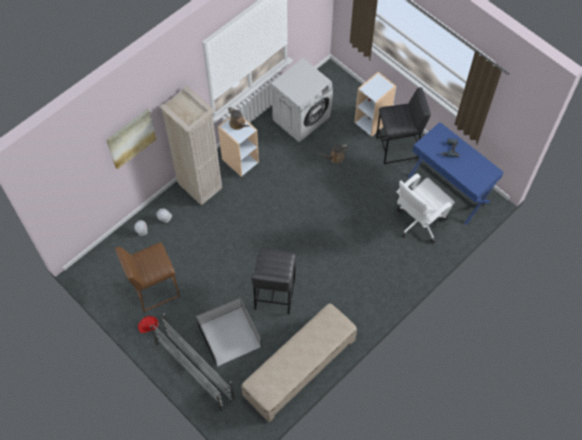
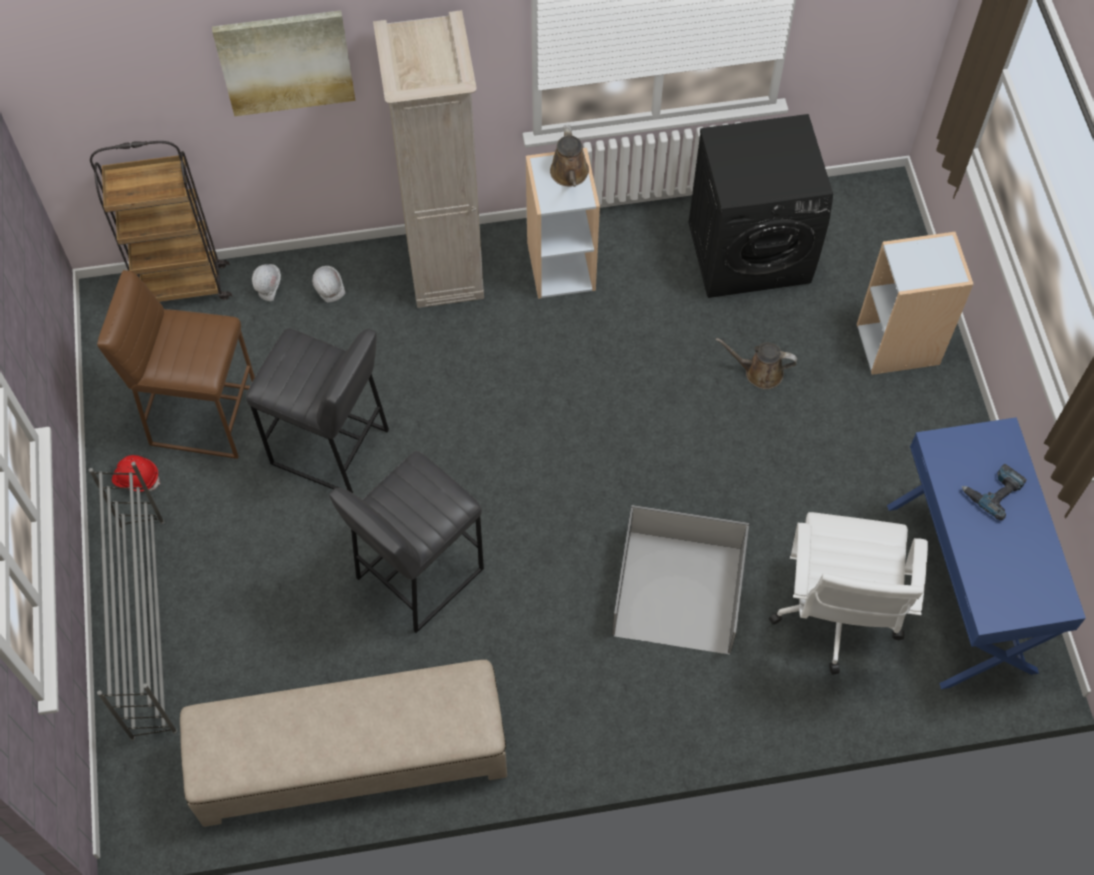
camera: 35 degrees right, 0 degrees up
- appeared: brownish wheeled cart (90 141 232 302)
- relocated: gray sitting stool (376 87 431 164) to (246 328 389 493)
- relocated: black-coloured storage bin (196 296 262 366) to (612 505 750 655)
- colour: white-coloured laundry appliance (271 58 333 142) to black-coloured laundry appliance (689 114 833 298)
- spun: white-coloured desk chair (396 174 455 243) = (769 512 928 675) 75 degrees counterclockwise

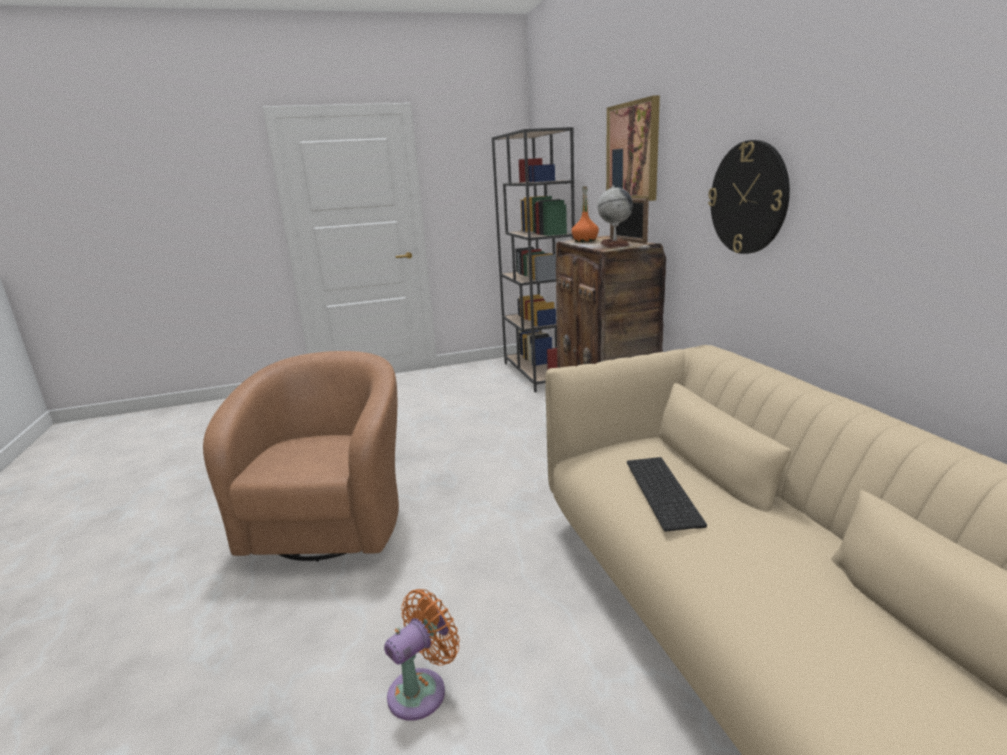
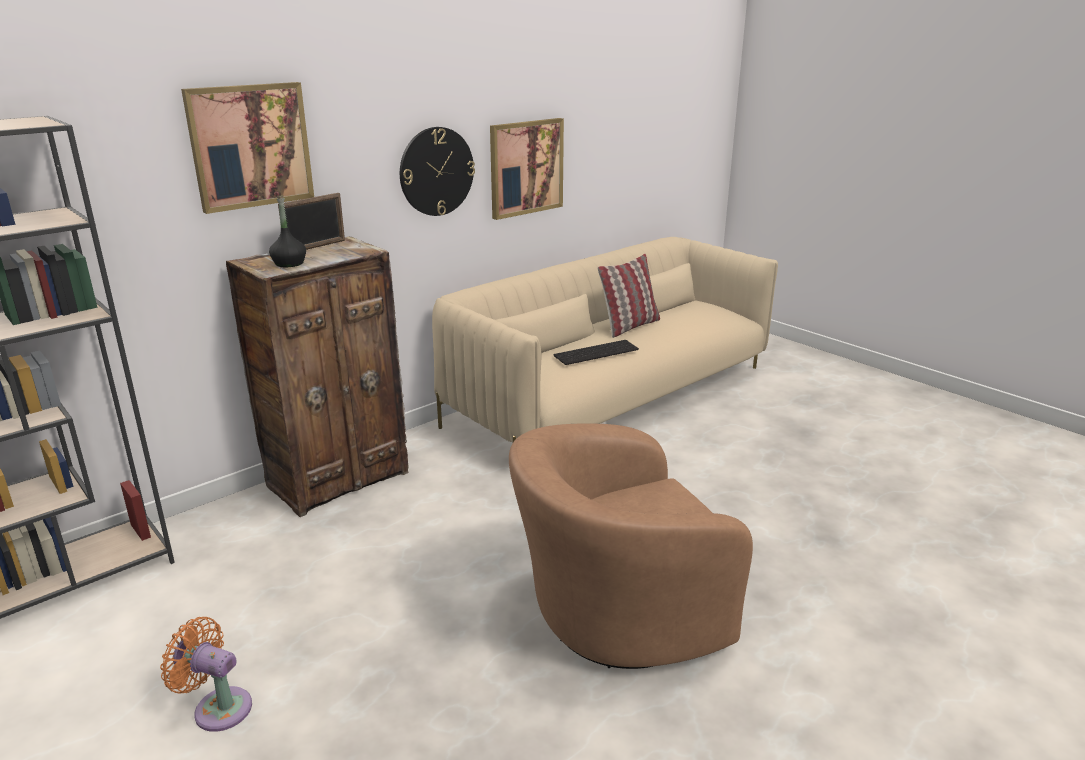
camera: 115 degrees left, 5 degrees up
- relocated: orange-coloured fan (384 589 460 721) to (160 617 252 732)
- colour: orange-coloured bottle (571 187 599 242) to black-coloured bottle (269 195 306 267)
- appeared: wall picture (490 118 564 220)
- appeared: pillow (598 254 660 338)
- missing: world globe (598 185 633 248)

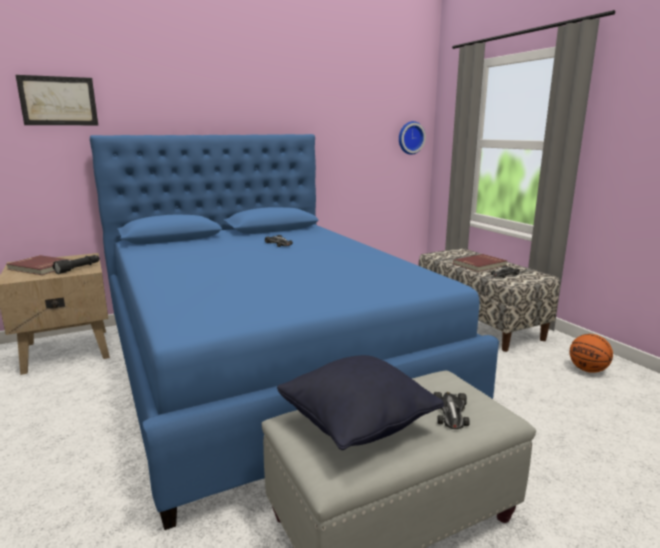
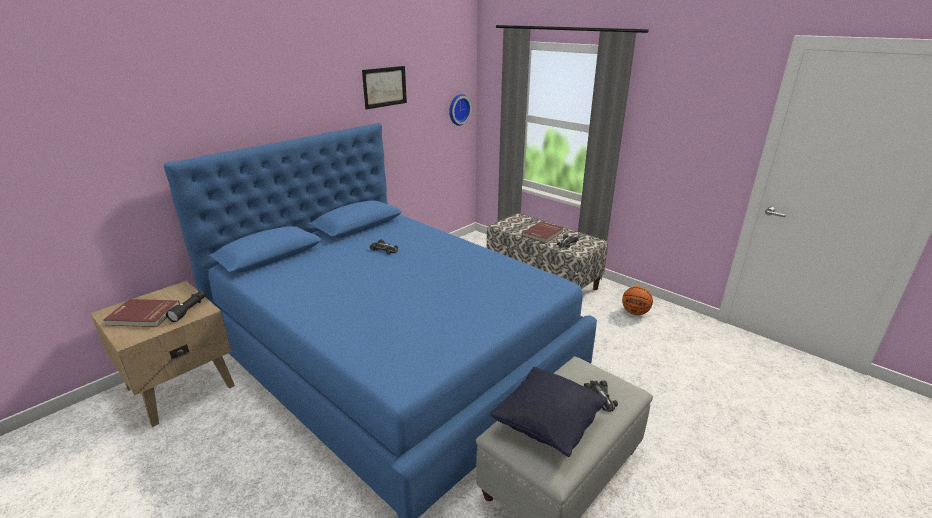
camera: 20 degrees left, 10 degrees up
- relocated: wall picture (16 75 98 125) to (362 66 407 109)

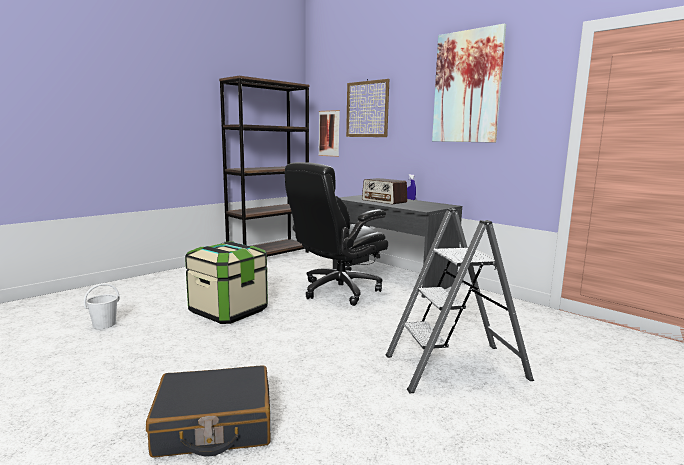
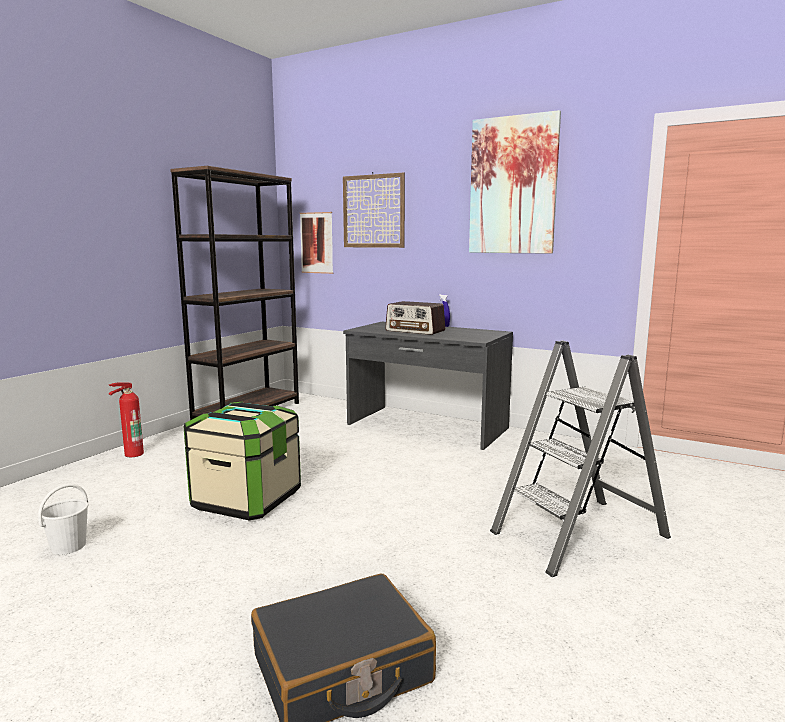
camera: 15 degrees left, 0 degrees up
- appeared: fire-fighting cylinder (109 383 144 457)
- missing: black-coloured desk chair (285 162 388 306)

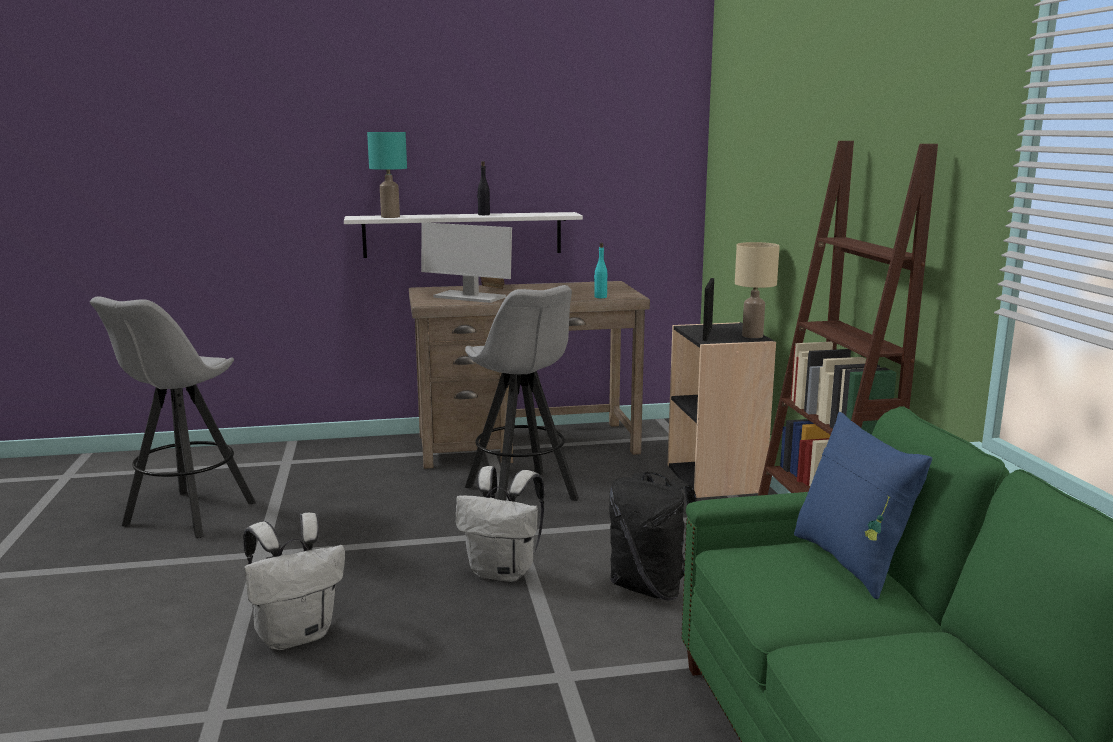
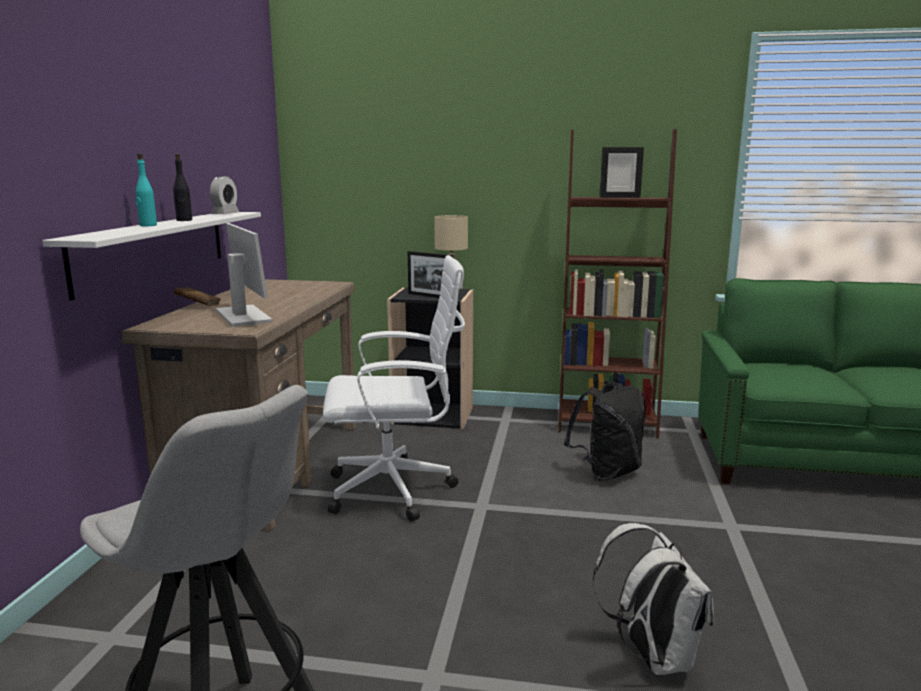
camera: 70 degrees left, 0 degrees up
- relocated: turquoise-coloured bottle (594 243 607 298) to (136 153 157 226)
- appeared: table clock (210 176 239 214)
- spun: computer display (421 222 512 303) = (216 223 273 327) 75 degrees counterclockwise
- exchanged: gray sitting stool (465 285 579 501) to white-coloured desk chair (323 255 465 522)
- appeared: picture frame (599 147 644 198)
- missing: turquoise-coloured table lamp (367 132 407 218)
- missing: white-coloured knapsack (456 466 545 582)
- missing: bluish pillow (794 412 932 599)

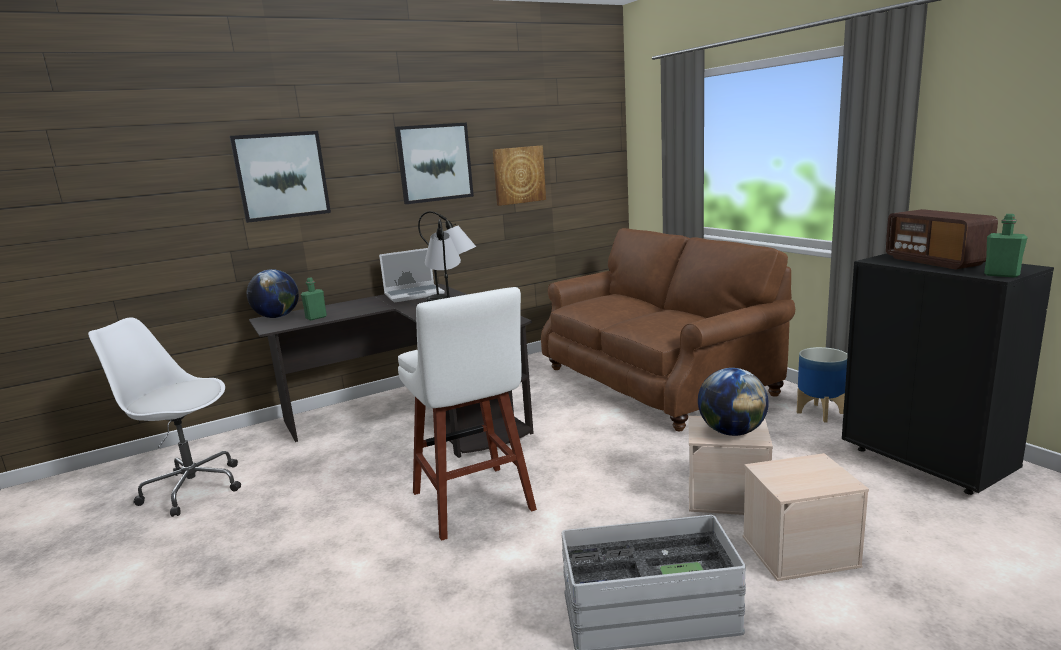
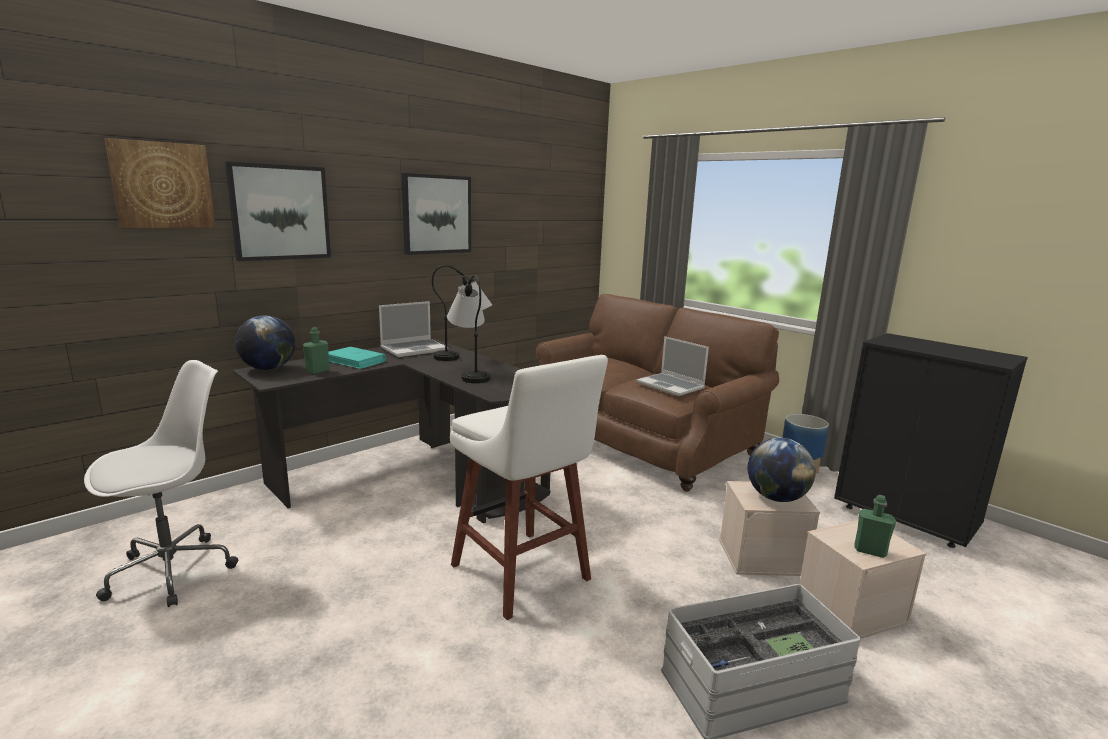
camera: 15 degrees left, 0 degrees up
- spun: white-coloured desk chair (88 317 241 517) = (84 360 238 607) 135 degrees clockwise
- relocated: wall picture (493 145 546 206) to (104 138 216 229)
- appeared: turquoise-coloured book (329 347 386 369)
- appeared: notebook computer (637 336 709 396)
- relocated: green bottle (984 214 1028 277) to (855 495 896 558)
- missing: radio receiver (886 209 998 269)

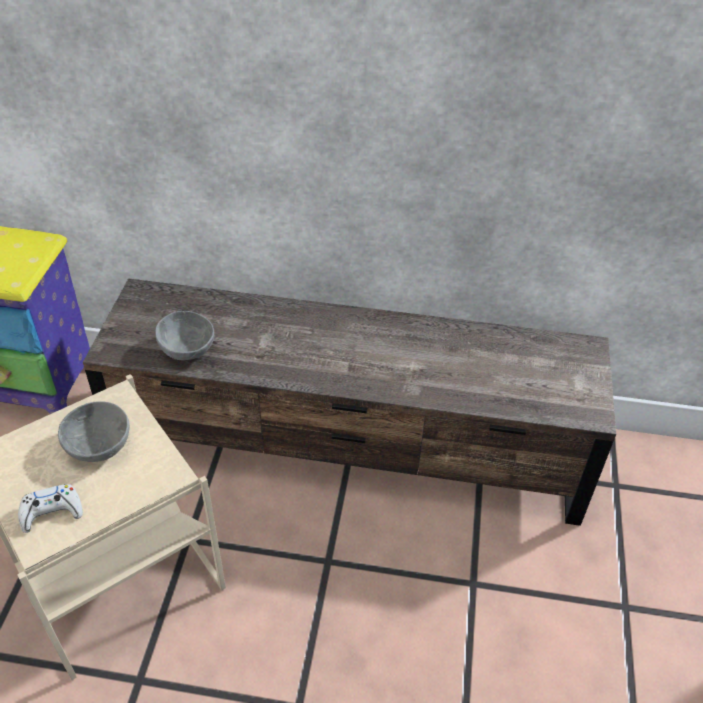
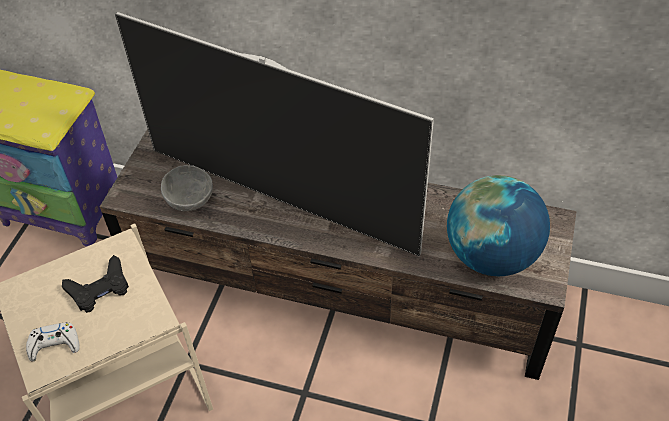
camera: 10 degrees right, 5 degrees up
- exchanged: gray deep dish (58 401 130 462) to black-coloured game controller (62 255 129 313)
- appeared: TV (115 12 434 256)
- appeared: world globe (447 175 550 276)

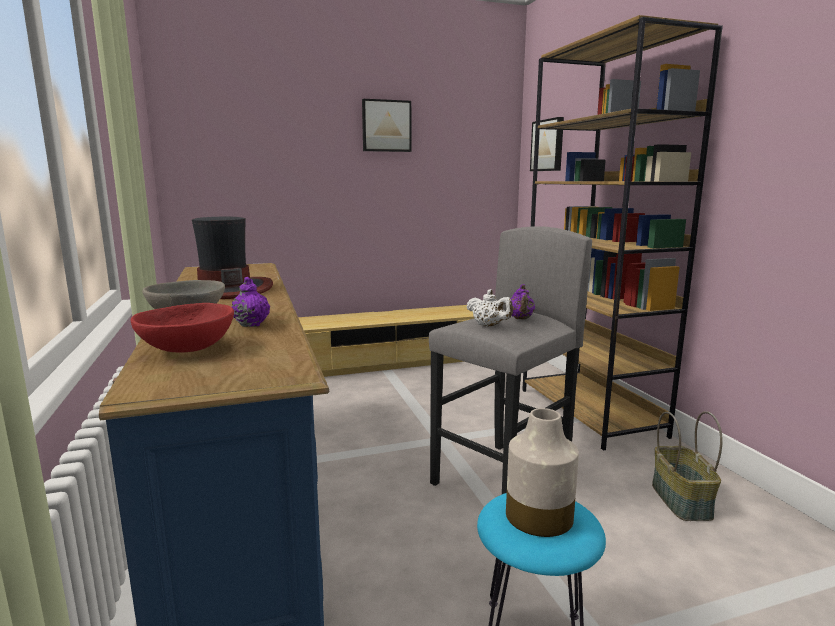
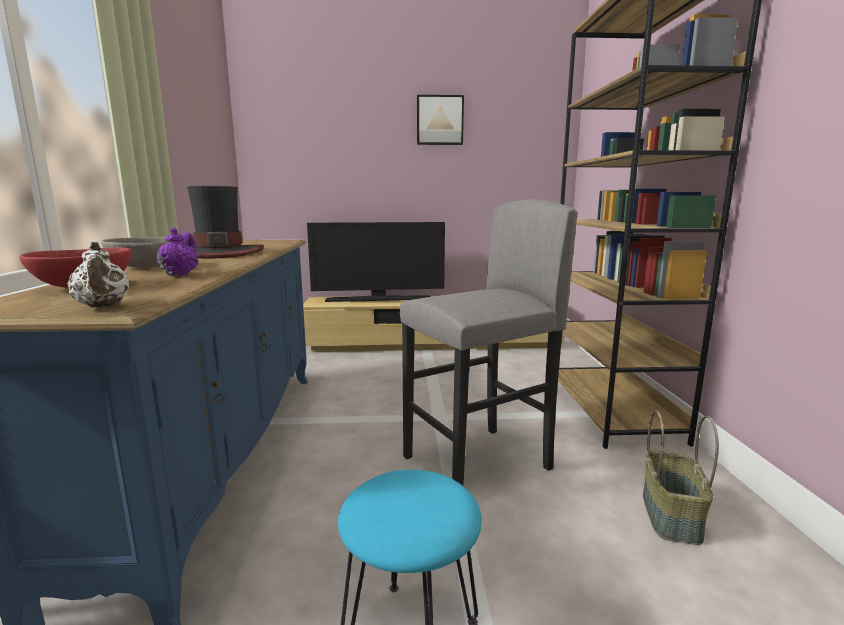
camera: 15 degrees right, 0 degrees up
- relocated: white-coloured tea pot (466 289 513 327) to (67 241 129 308)
- appeared: TV (307 222 445 302)
- missing: sand-coloured flower vase (506 408 579 537)
- missing: purple tea pot (511 284 535 320)
- missing: wall picture (530 117 564 171)

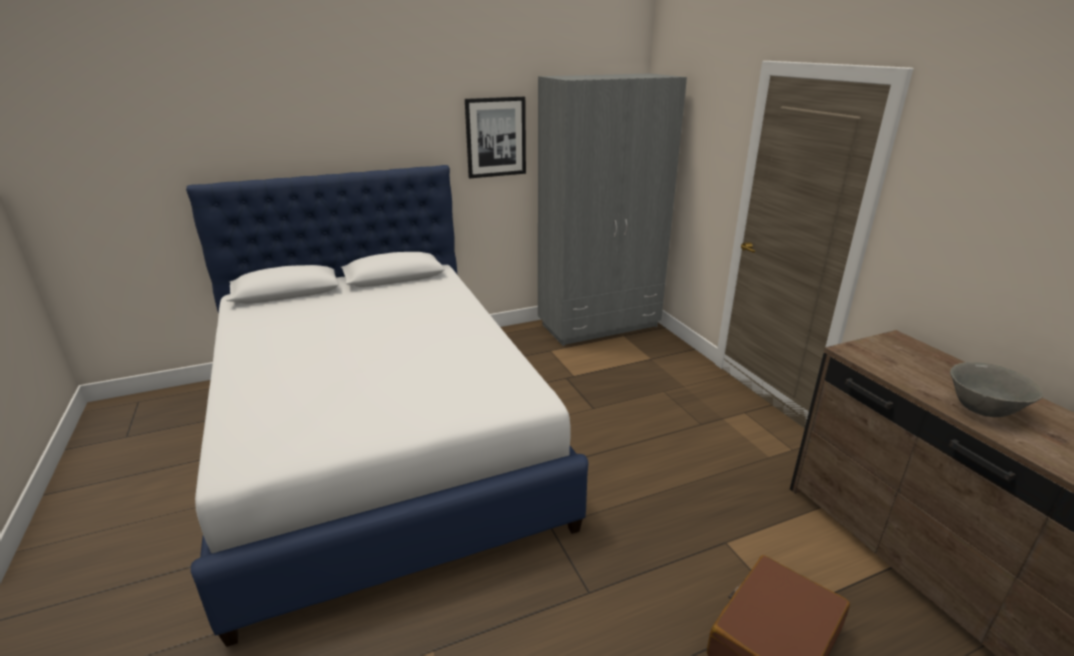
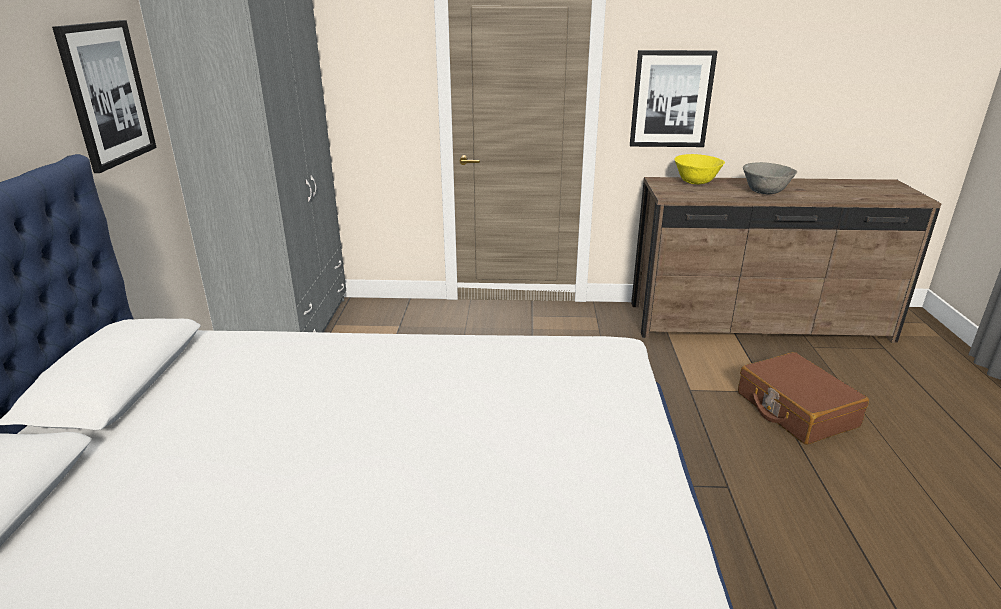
camera: 65 degrees left, 0 degrees up
- appeared: wall picture (630 50 718 147)
- appeared: yellowish deep dish (674 154 725 184)

